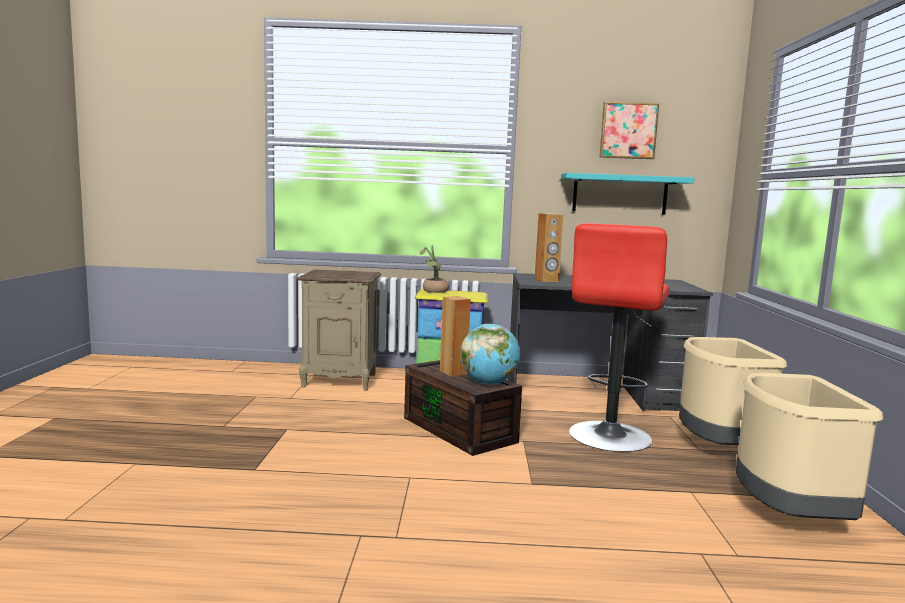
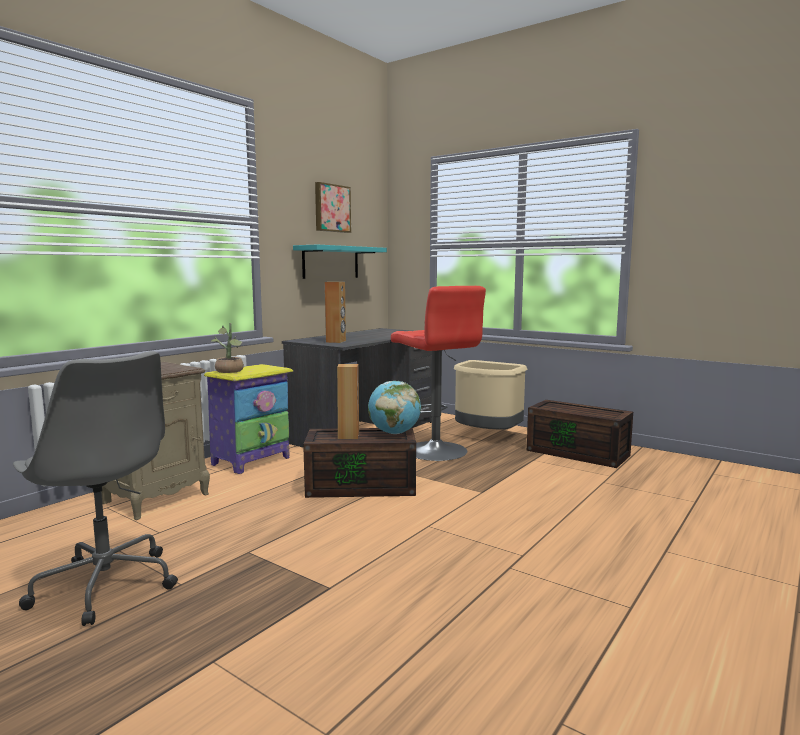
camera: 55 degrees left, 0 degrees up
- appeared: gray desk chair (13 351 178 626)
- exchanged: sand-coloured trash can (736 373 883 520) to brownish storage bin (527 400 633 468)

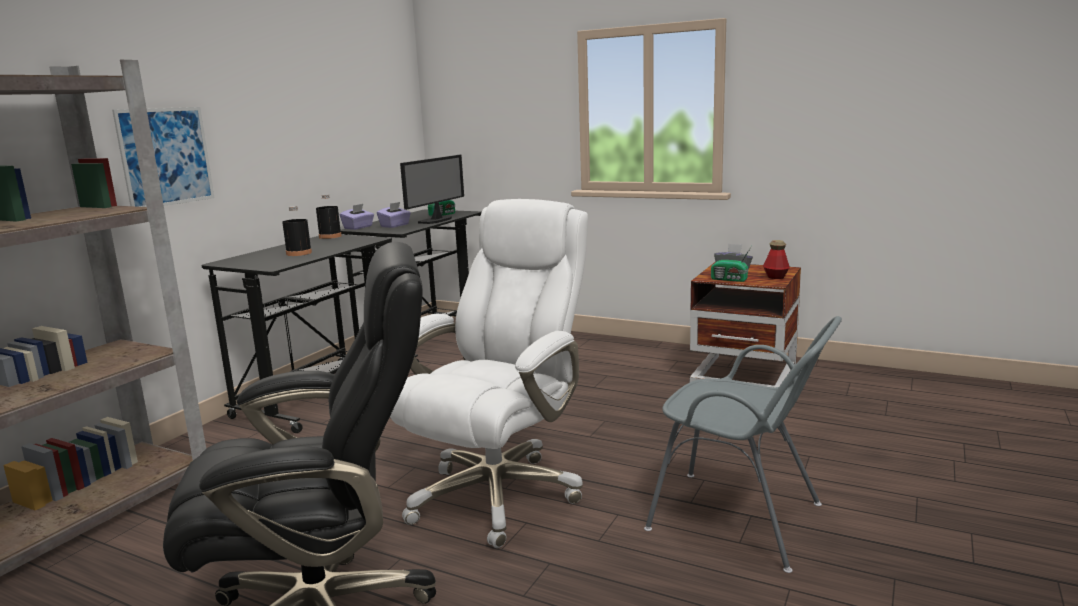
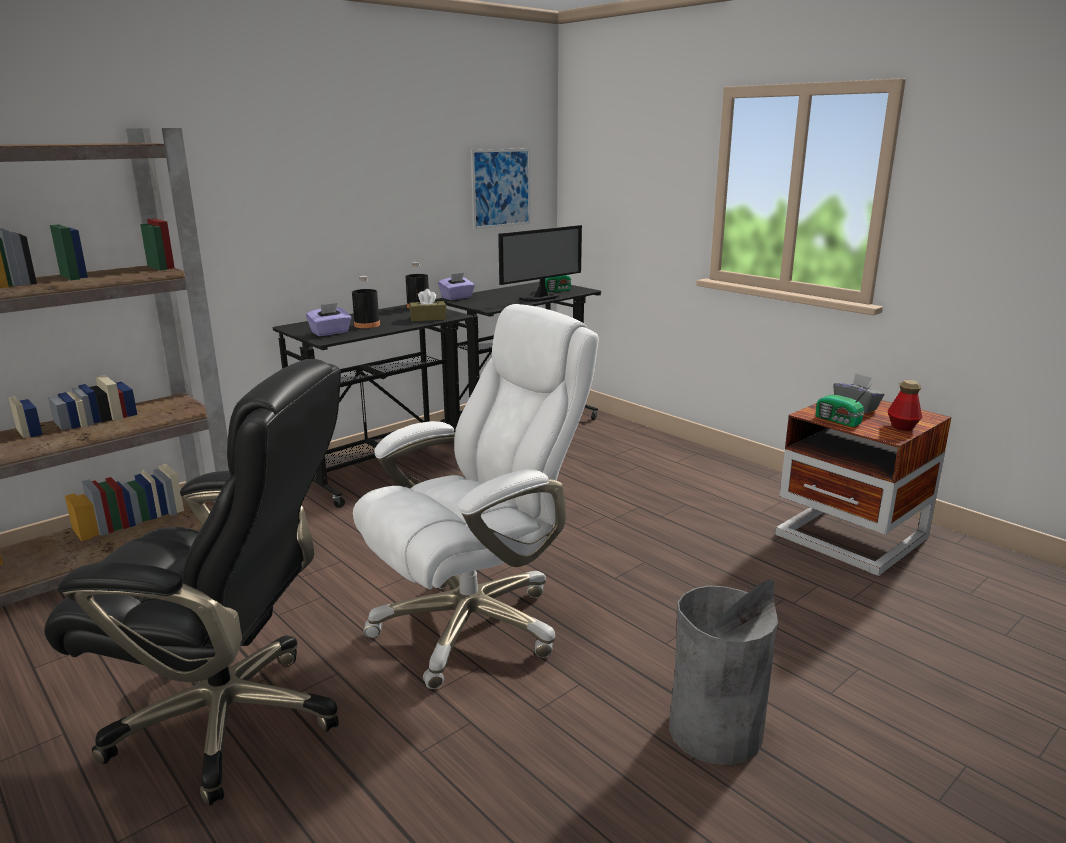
camera: 20 degrees right, 5 degrees up
- relocated: purple tissue box (377 202 411 228) to (306 303 351 336)
- appeared: brownish tissue box (410 289 447 322)
- relocated: wall picture (112 107 215 207) to (471 148 531 230)
- exchanged: gray plain chair (644 316 842 573) to gray trash can (669 580 778 765)

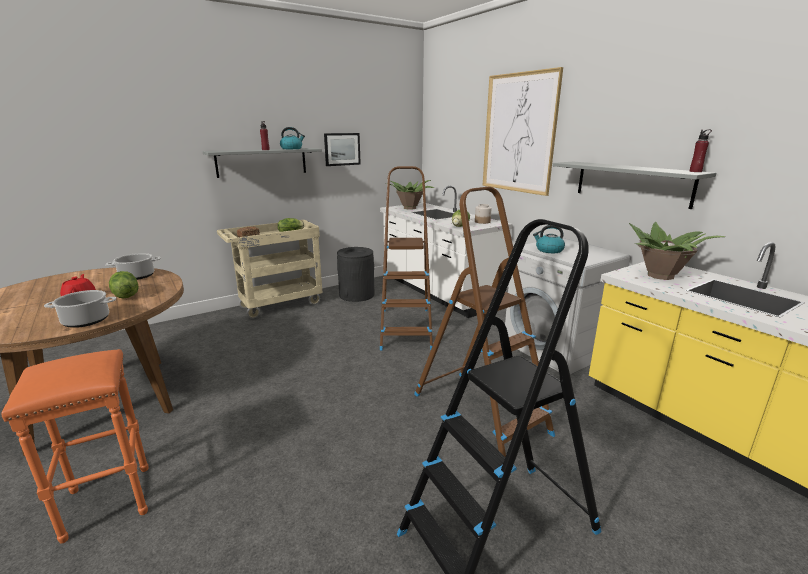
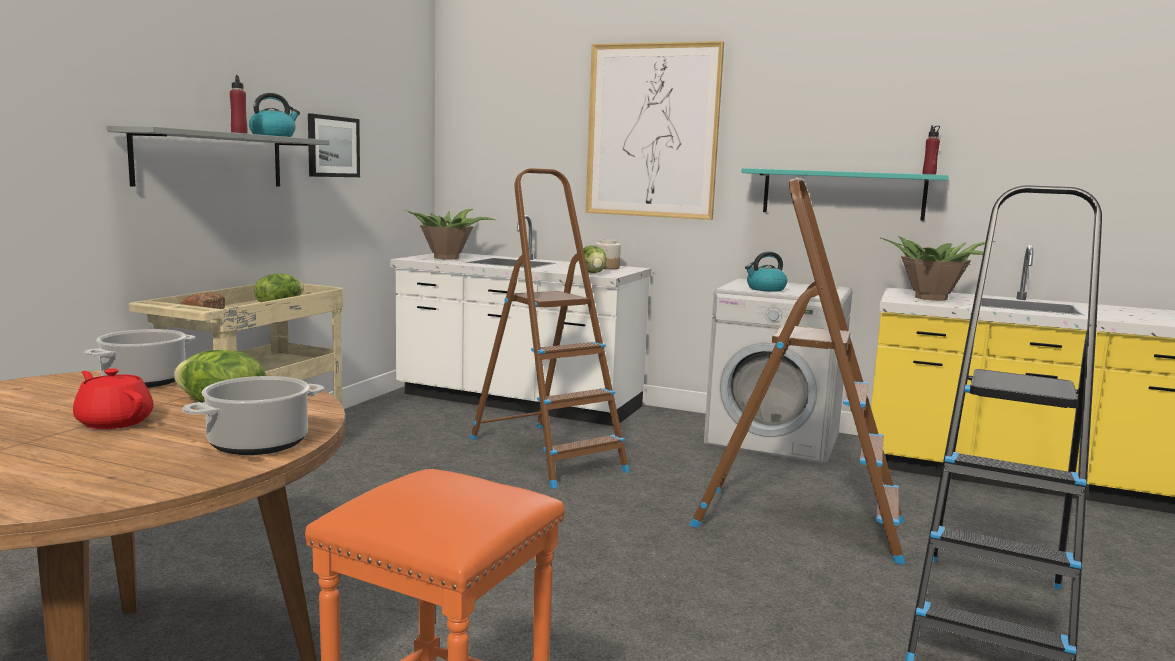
camera: 35 degrees left, 10 degrees down
- colour: gray shelf (553 162 717 209) to turquoise-coloured shelf (742 168 949 220)
- missing: black-coloured trash can (337 247 374 302)

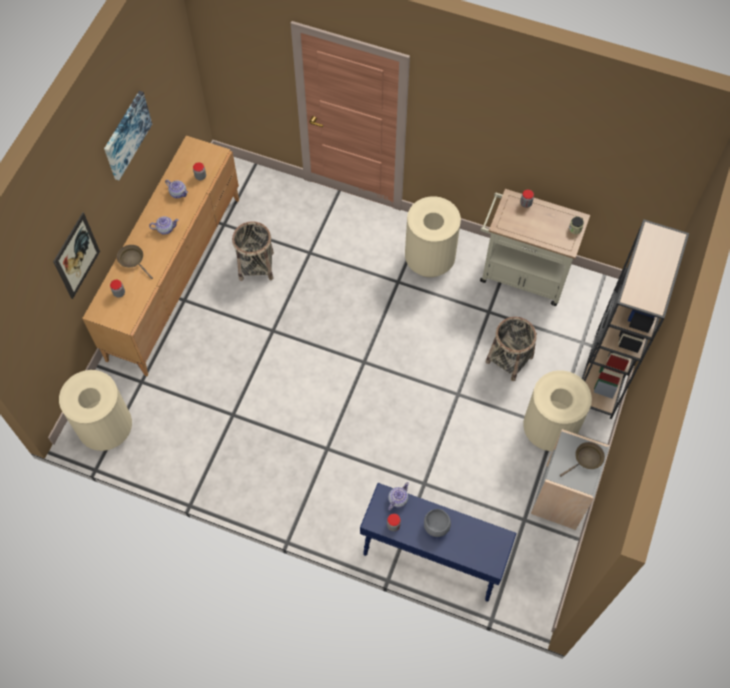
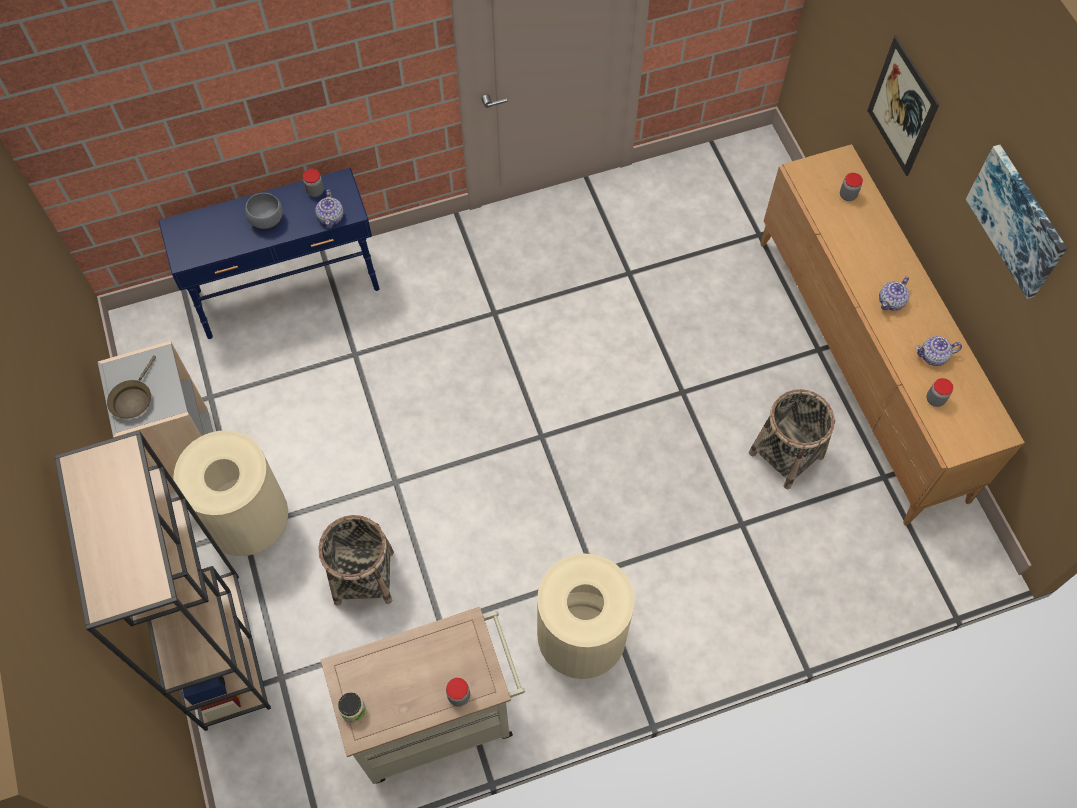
camera: 140 degrees right, 0 degrees up
- missing: sand-coloured trash can (59 370 132 451)
- missing: brownish frying pan (117 245 153 279)

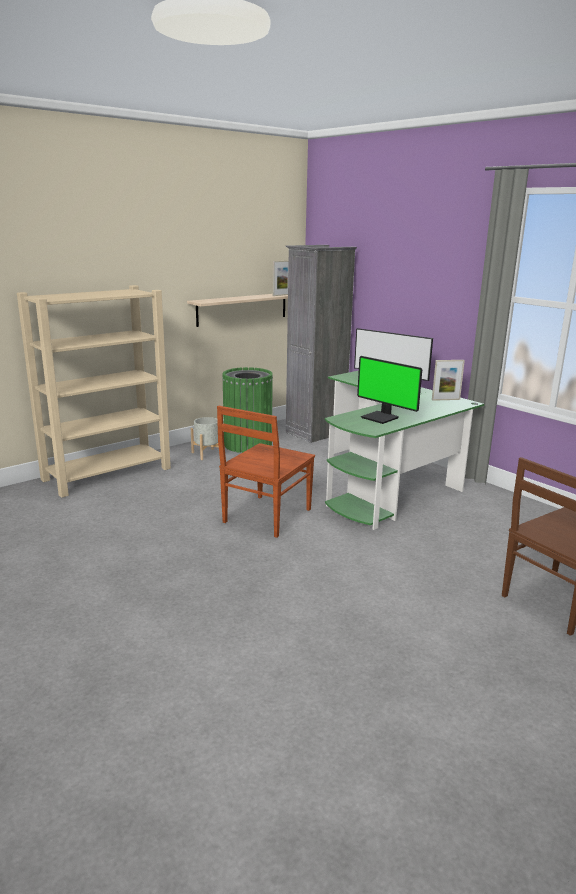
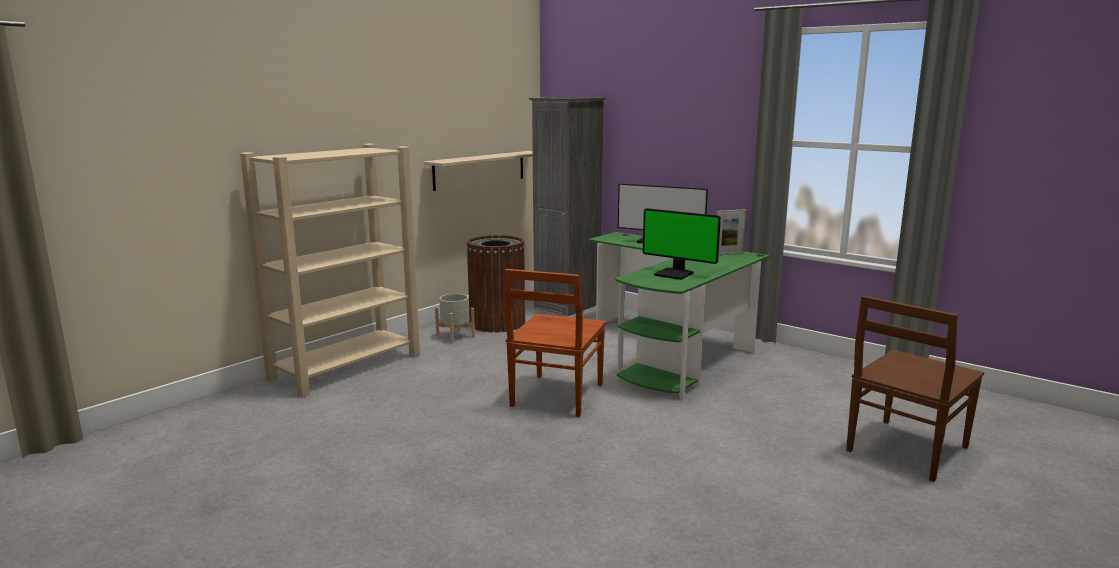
camera: 10 degrees left, 5 degrees down
- colour: green trash can (222 367 273 453) to brownish trash can (466 235 525 332)
- missing: picture frame (273 261 289 296)

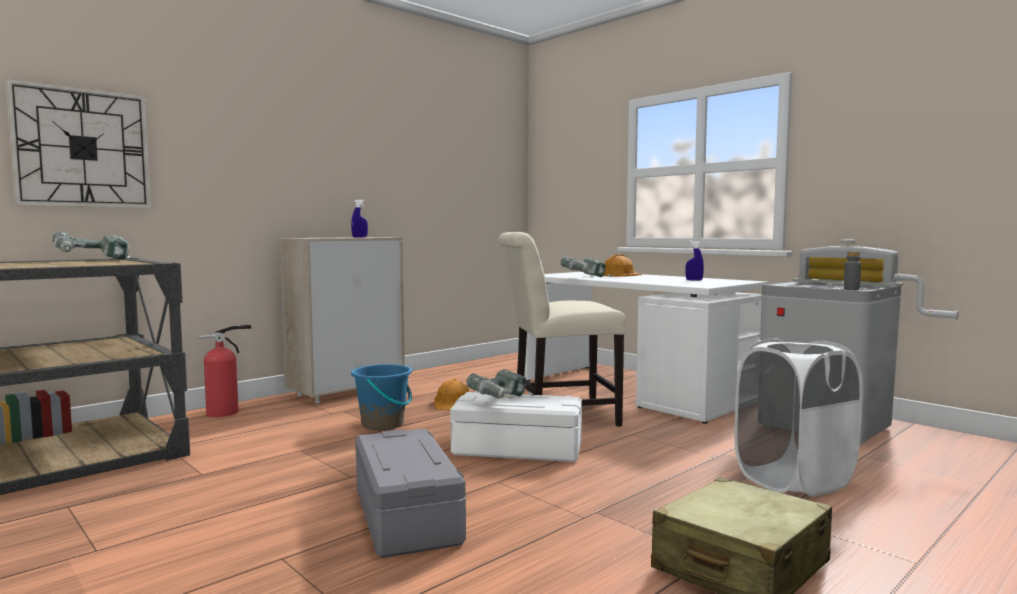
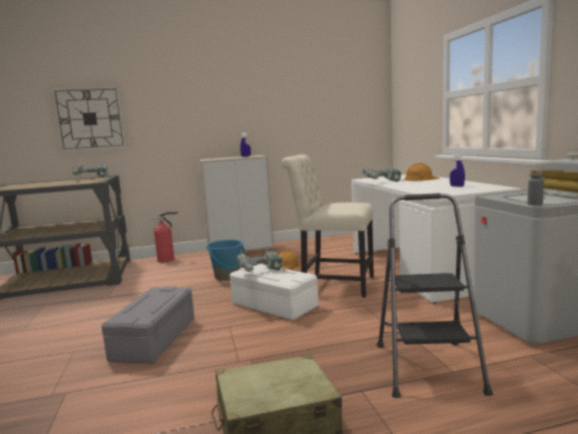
camera: 30 degrees right, 5 degrees up
- exchanged: white-coloured laundry basket (734 338 863 496) to black-coloured step stool (377 193 493 398)

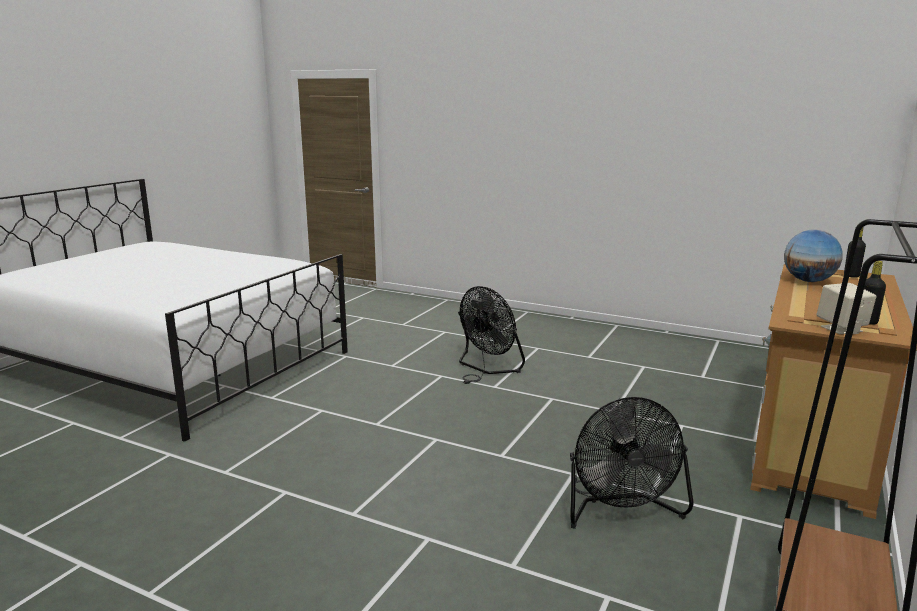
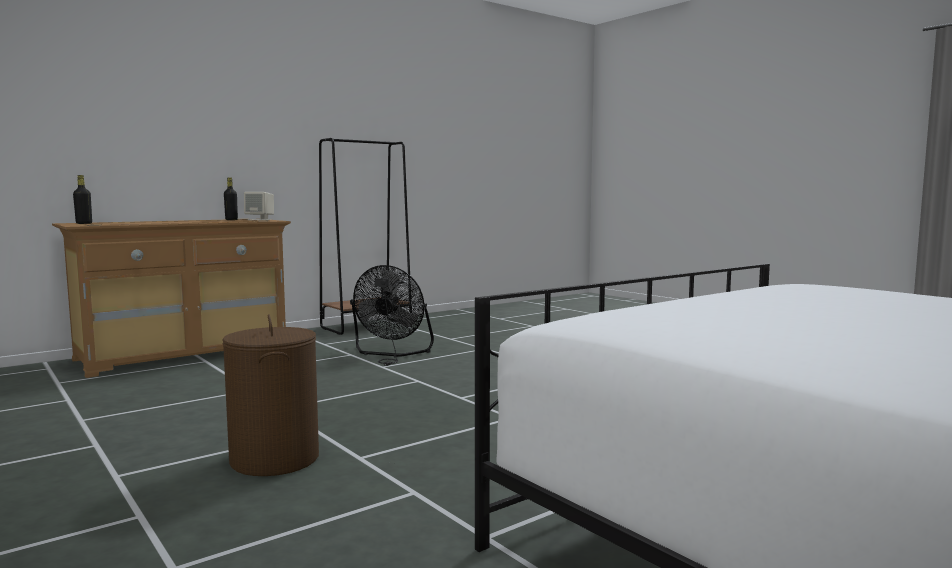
camera: 155 degrees left, 10 degrees down
- exchanged: black-coloured fan (458 286 525 384) to brownish laundry basket (222 314 319 476)
- missing: world globe (784 229 843 282)

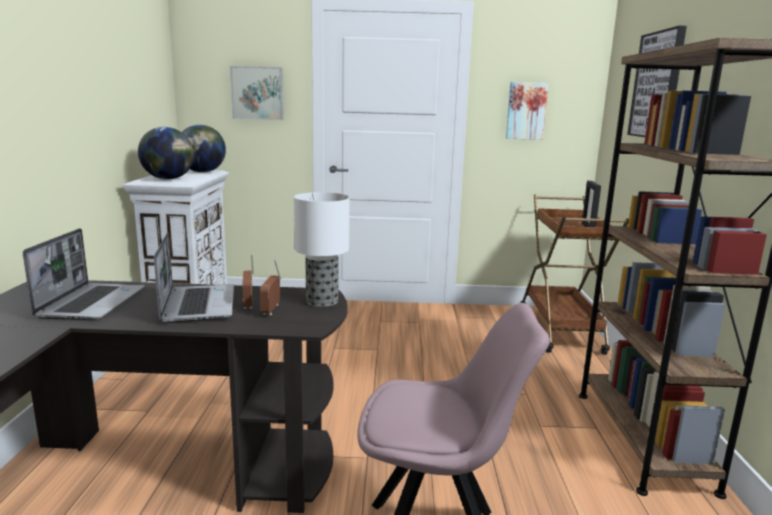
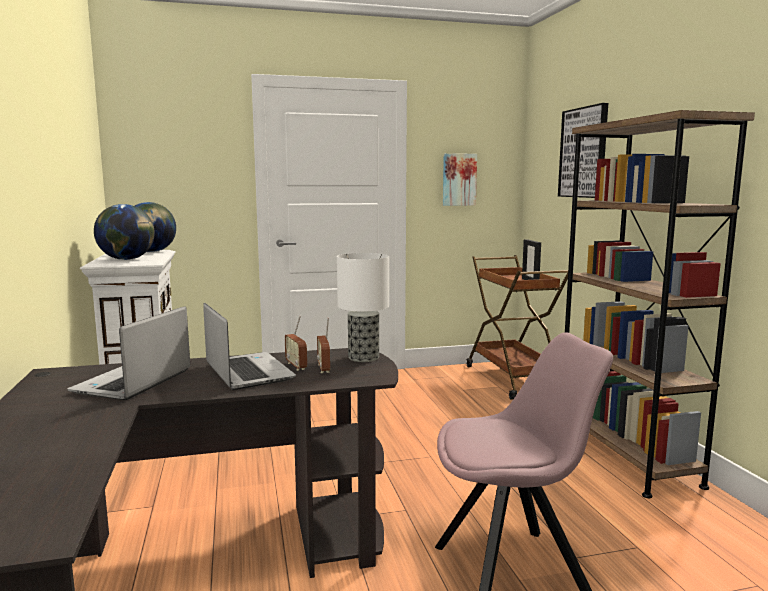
camera: 15 degrees left, 5 degrees down
- spun: notebook computer (23 228 145 320) = (67 306 190 400) 150 degrees counterclockwise
- missing: wall picture (230 66 284 120)

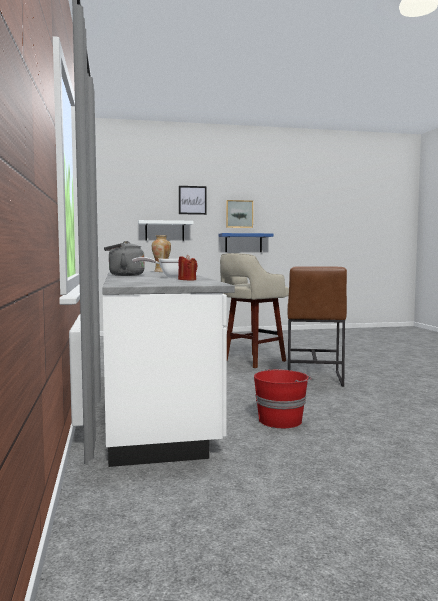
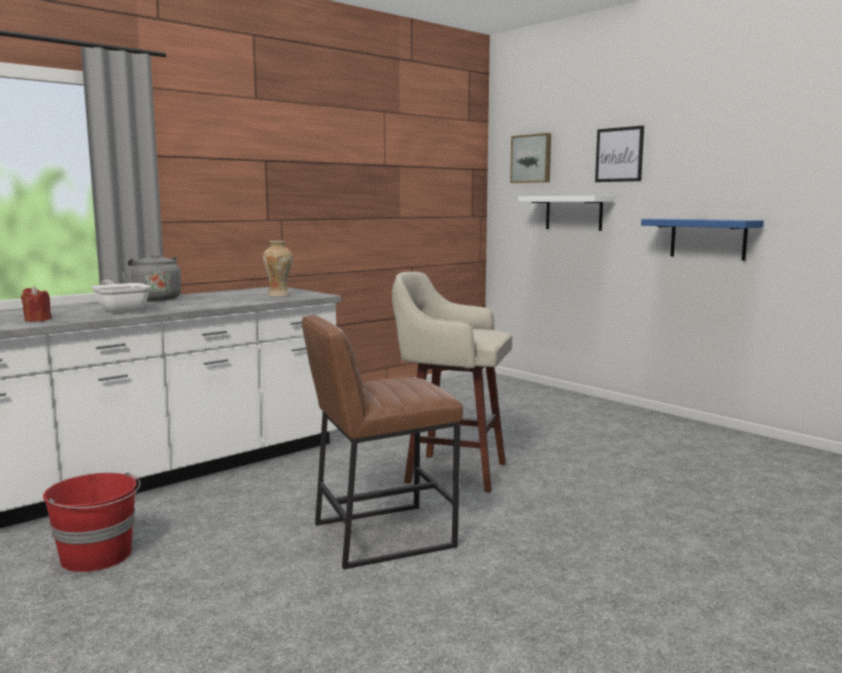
camera: 60 degrees right, 5 degrees up
- relocated: wall picture (226 200 253 228) to (510 133 551 183)

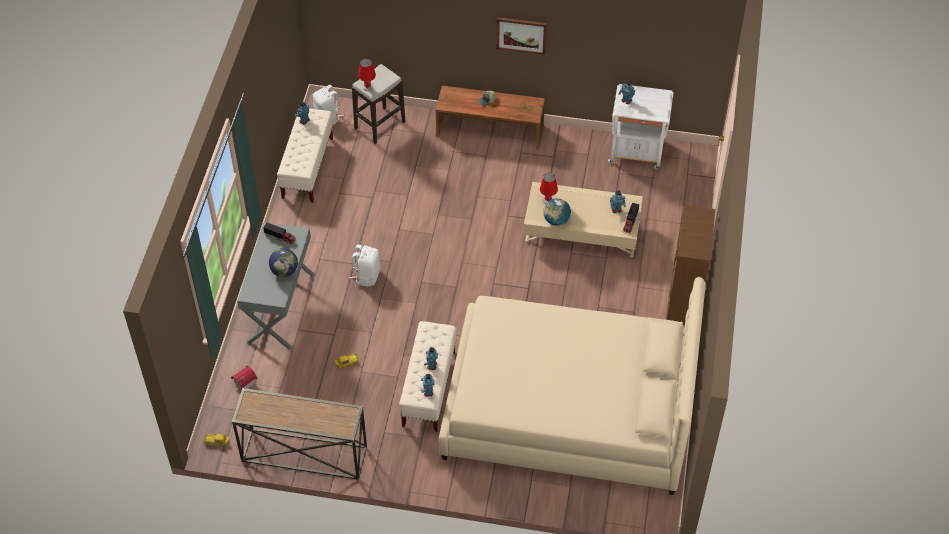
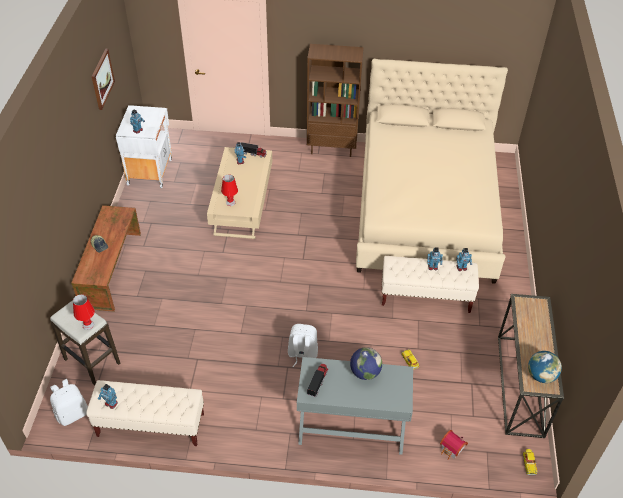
camera: 95 degrees left, 5 degrees down
- relocated: wall picture (496 17 547 55) to (92 49 115 110)
- relocated: world globe (543 198 571 226) to (528 351 562 383)

